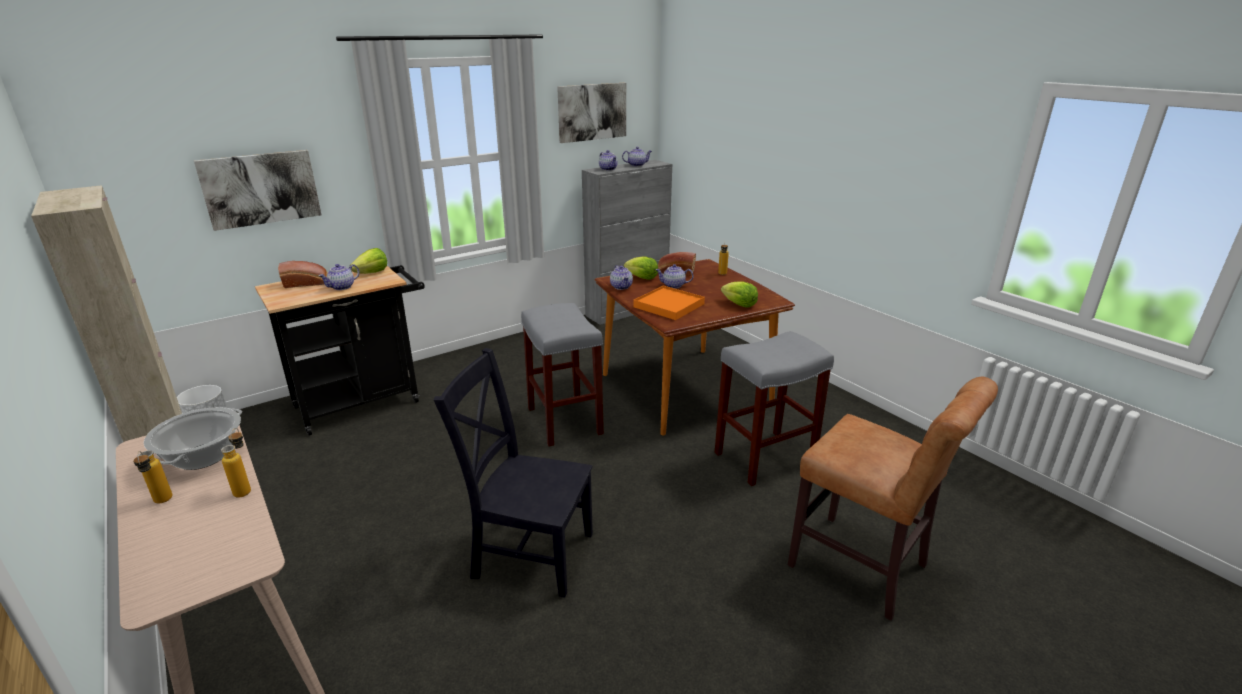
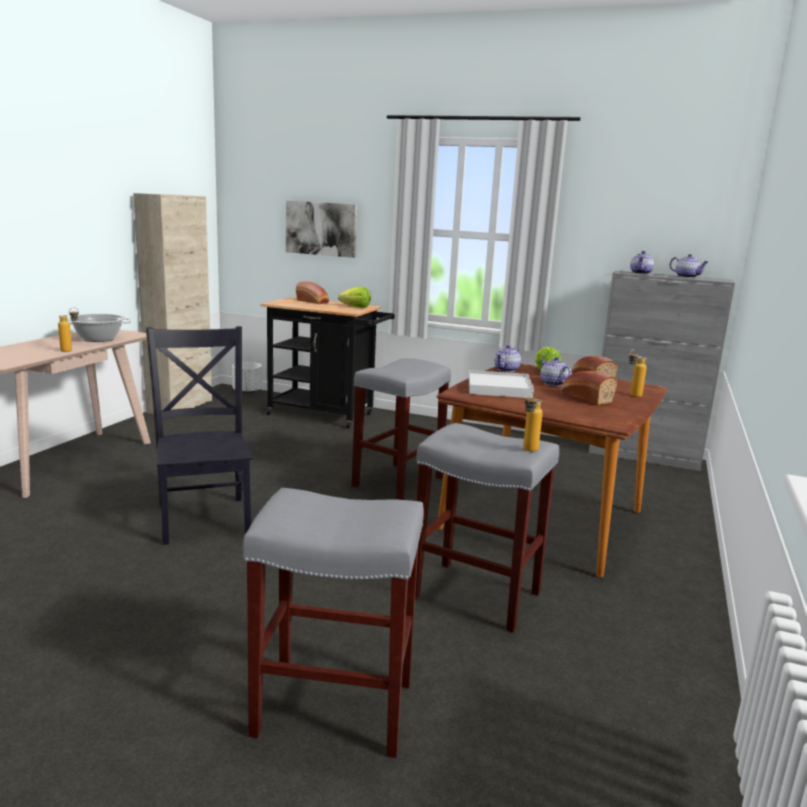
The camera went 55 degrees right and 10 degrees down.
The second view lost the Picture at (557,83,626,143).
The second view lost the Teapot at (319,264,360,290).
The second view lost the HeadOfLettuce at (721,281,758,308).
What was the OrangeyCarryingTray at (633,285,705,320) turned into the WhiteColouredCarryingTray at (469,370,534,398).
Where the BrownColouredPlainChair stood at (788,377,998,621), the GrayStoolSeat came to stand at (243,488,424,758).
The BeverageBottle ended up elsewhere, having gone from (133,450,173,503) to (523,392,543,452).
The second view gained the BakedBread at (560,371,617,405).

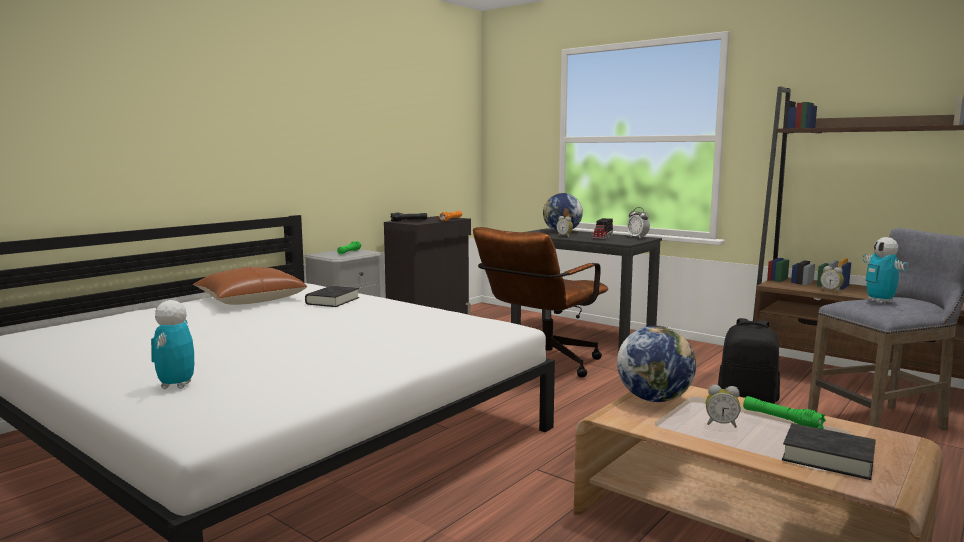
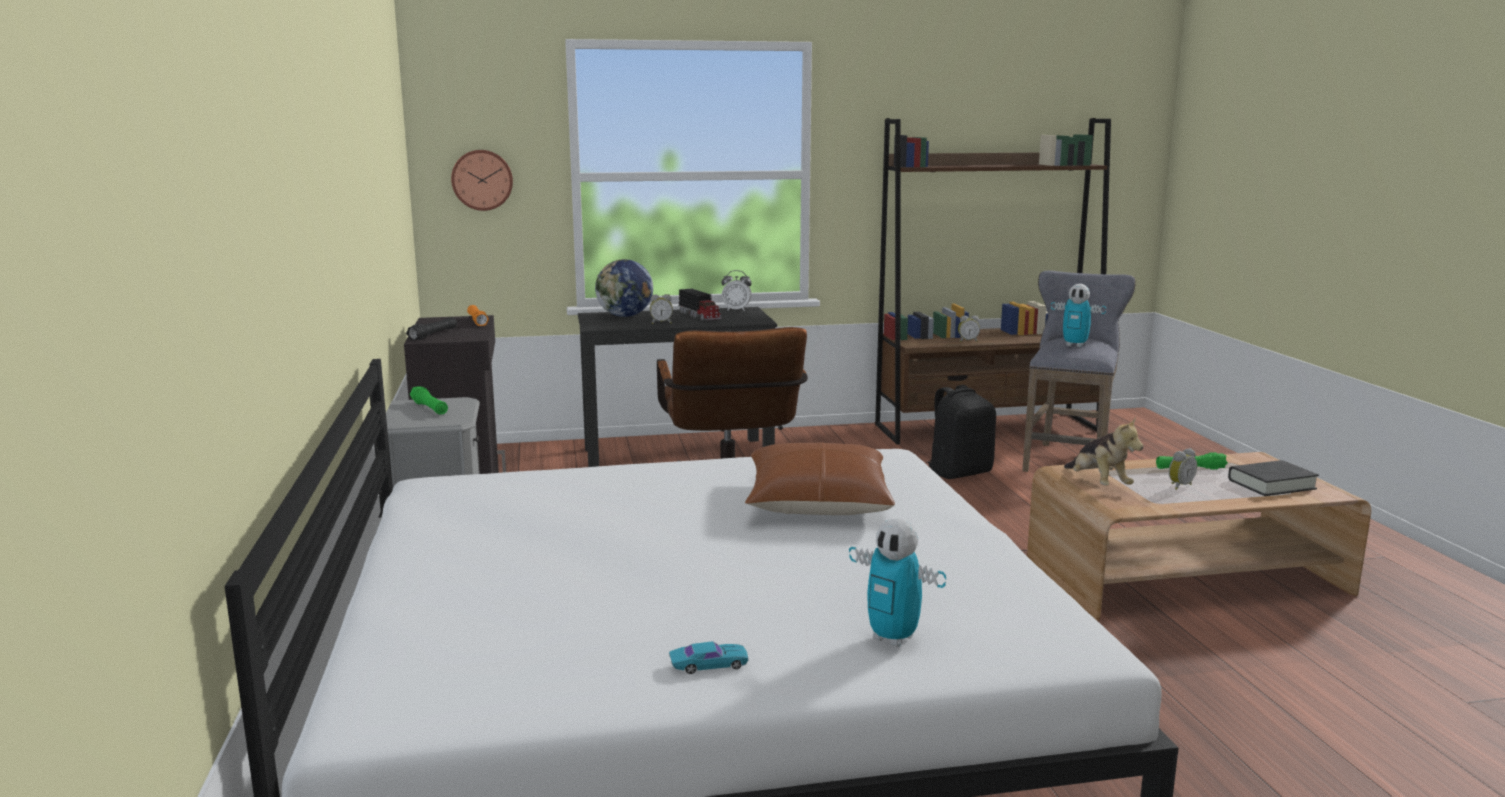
The camera went 50 degrees left and 5 degrees up.
The BrownColouredThrowPillow ended up elsewhere, having gone from (193,267,307,305) to (745,442,895,515).
The second view lost the BlackishBook at (305,286,359,307).
Where the WorldGlobe stood at (617,326,696,402), the SoftToy came to stand at (1064,416,1144,485).
The second view gained the ClockOnTheWall at (451,150,513,211).
The second view gained the BlueGreenModelCar at (669,641,748,674).

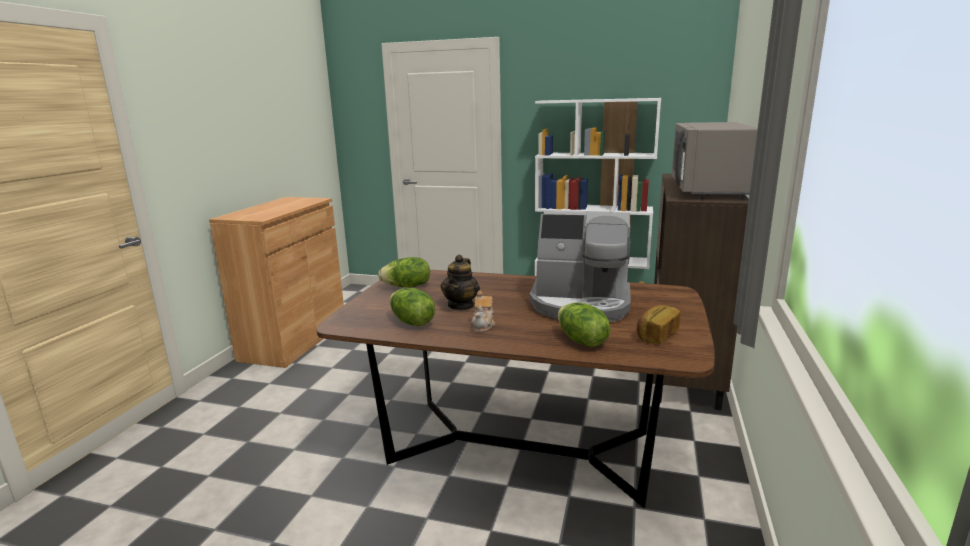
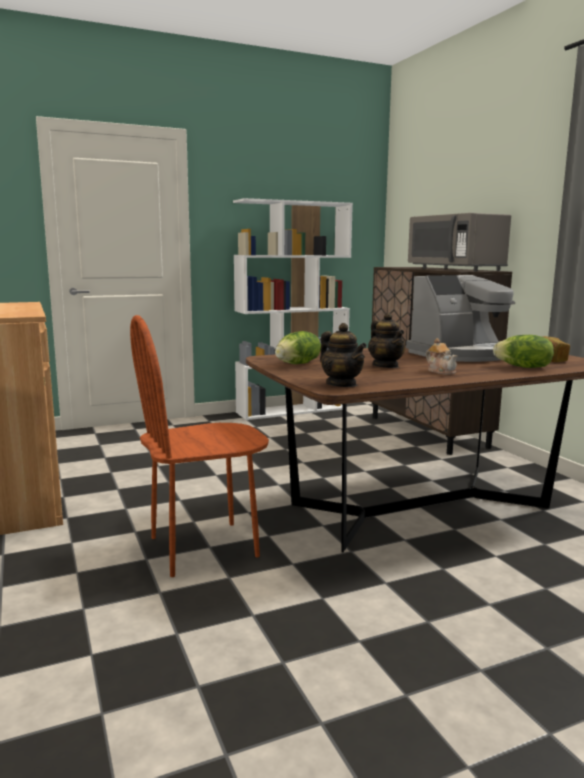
The camera went 40 degrees left and 5 degrees down.
The second view lost the HeadOfLettuce at (389,288,435,326).
The second view gained the BrownColouredPlainChair at (130,315,269,577).
The second view gained the Teapot at (320,323,367,387).

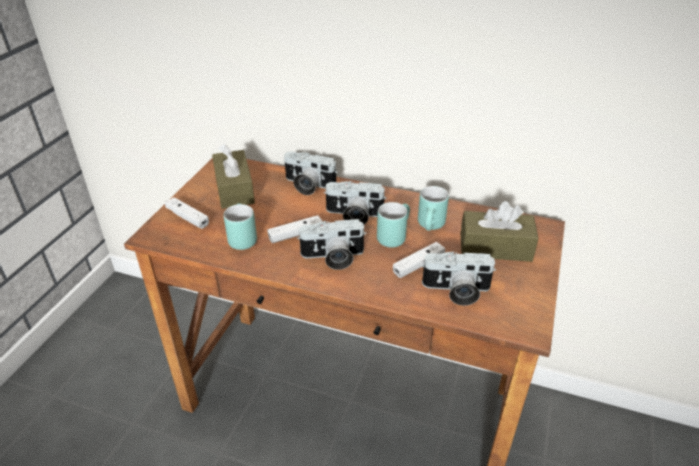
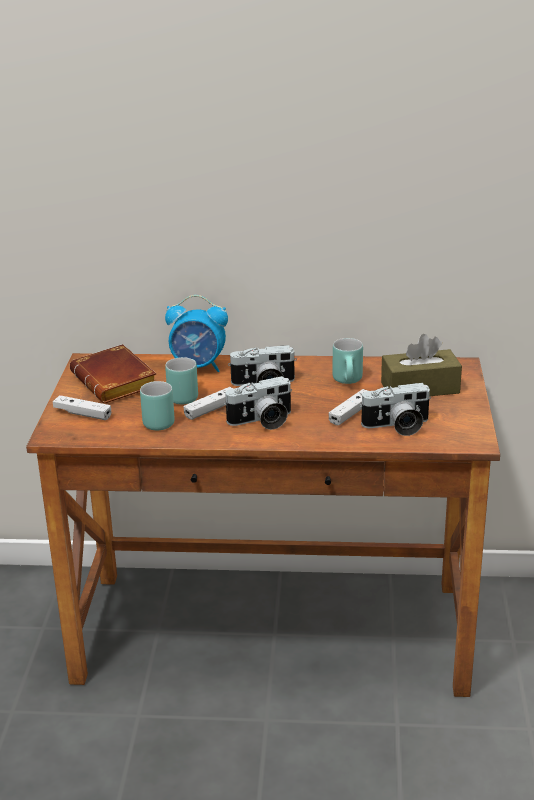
The camera went 15 degrees left and 10 degrees down.
Where the BrownColouredTissueBox stood at (212,144,255,209), the BrownColouredBook came to stand at (70,344,157,403).
Where the StillCamera stood at (283,152,338,195), the BedsideClock came to stand at (165,295,228,372).
The BlueGreenMug ended up elsewhere, having gone from (377,202,410,248) to (165,357,198,405).

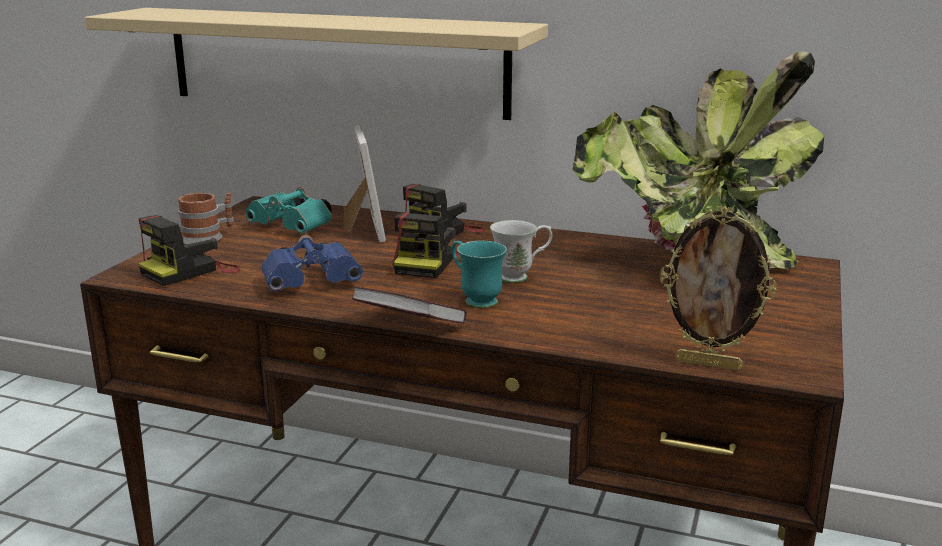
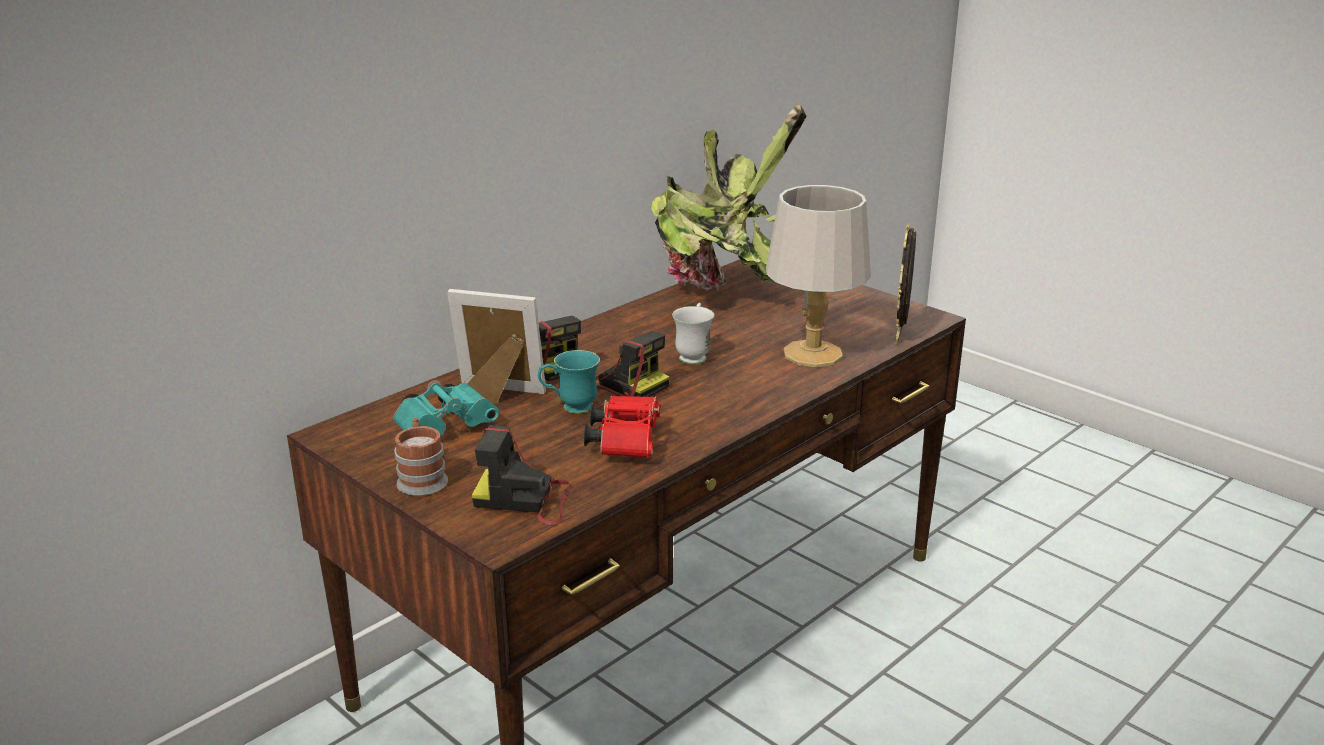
The camera went 65 degrees left and 5 degrees up.
The second view lost the SandColouredShelf at (85,8,548,120).
The PhotoFrame at (660,206,776,371) ended up facing another way, 150 degrees clockwise from before.
The StillCamera at (138,215,240,286) ended up facing another way, 120 degrees clockwise from before.
What was the BlueColouredPairOfBinoculars at (261,235,363,291) turned into the RedPairOfBinoculars at (584,396,660,458).
The BlueGreenMug ended up elsewhere, having gone from (452,241,507,308) to (538,350,600,414).
The second view lost the Book at (352,286,467,324).
The second view gained the GrayTableLamp at (766,185,871,367).

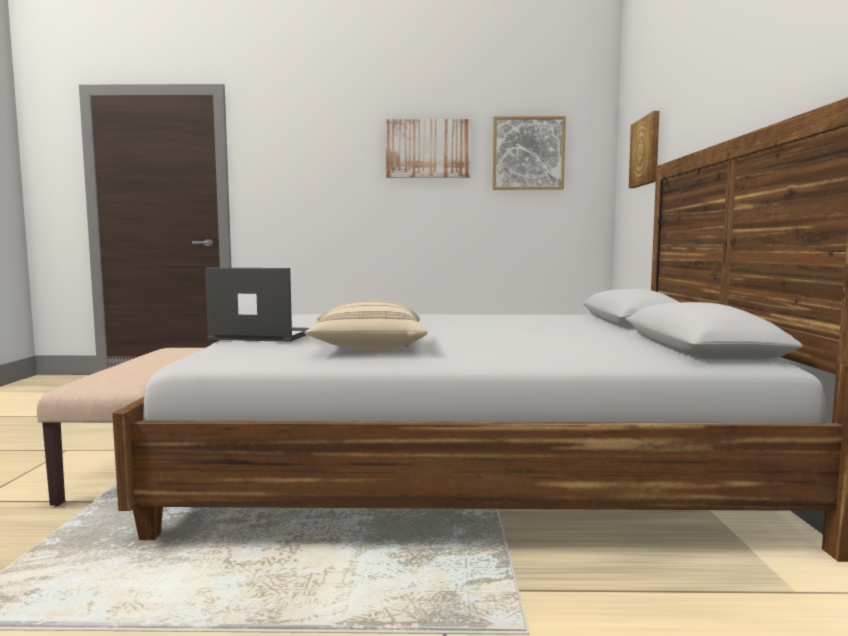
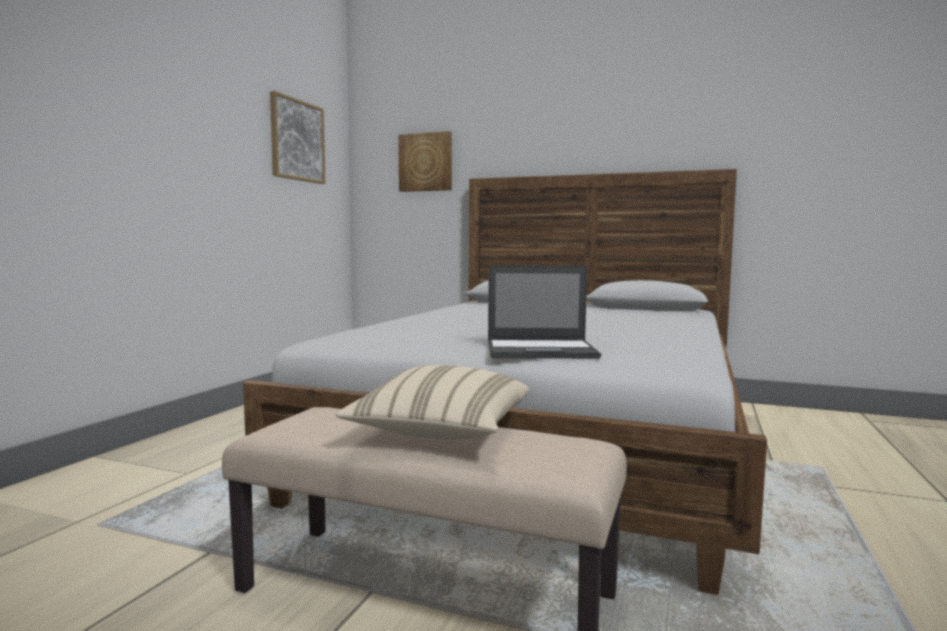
The camera went 70 degrees left and 0 degrees up.
The second view lost the Picture at (386,119,471,178).
The Laptop at (205,268,309,342) ended up facing another way, 120 degrees counterclockwise from before.
The SandColouredThrowPillow ended up elsewhere, having gone from (305,301,428,350) to (336,365,529,440).

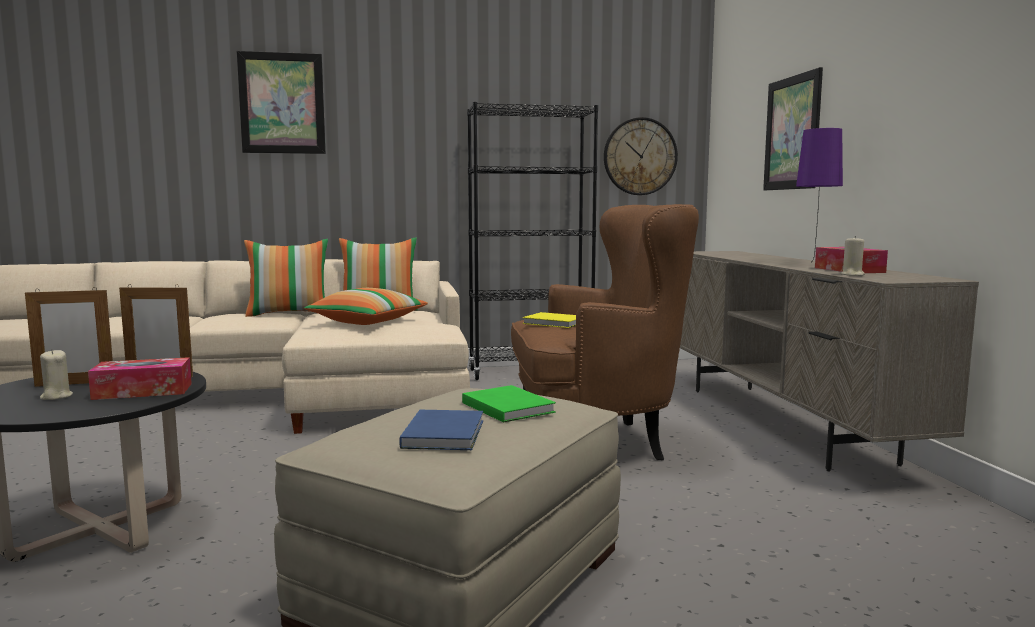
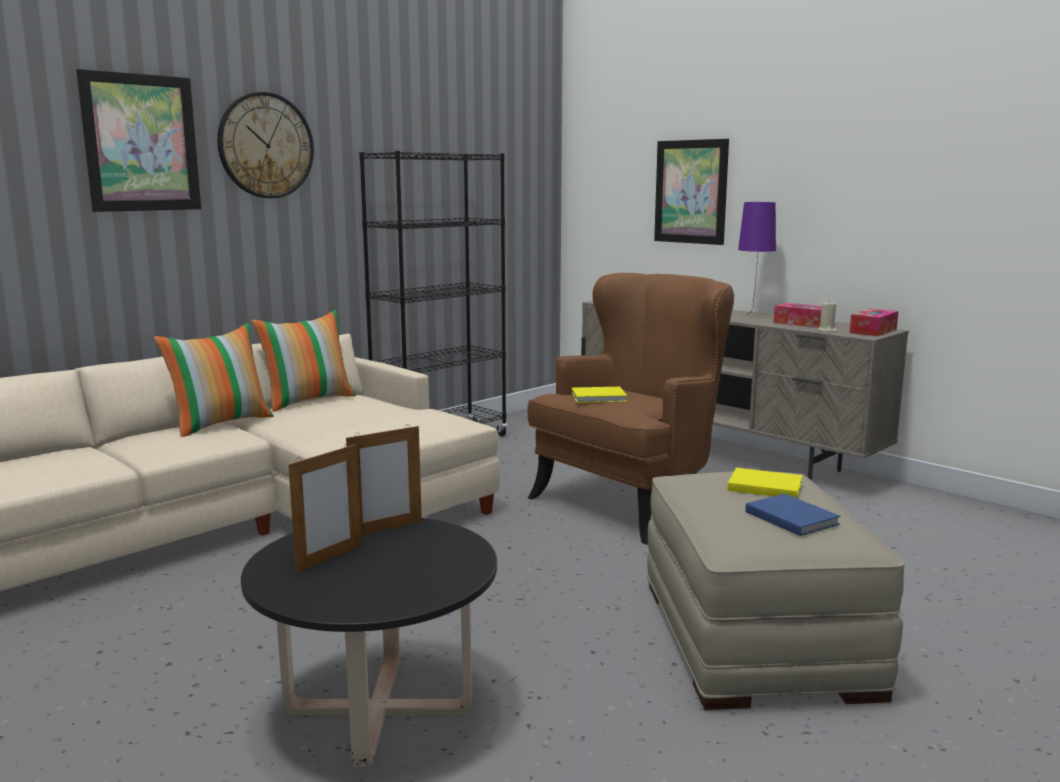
The camera went 35 degrees left and 5 degrees up.
The ClockOnTheWall ended up elsewhere, having gone from (604,117,678,195) to (217,92,314,198).
The second view lost the ThrowPillow at (304,288,428,325).
The second view lost the SandColouredWaxCandle at (40,349,73,400).
The TissueBox ended up elsewhere, having gone from (88,357,192,400) to (849,309,898,336).
What was the GreenColouredBook at (462,385,556,423) turned into the YellowColouredBook at (727,468,802,498).

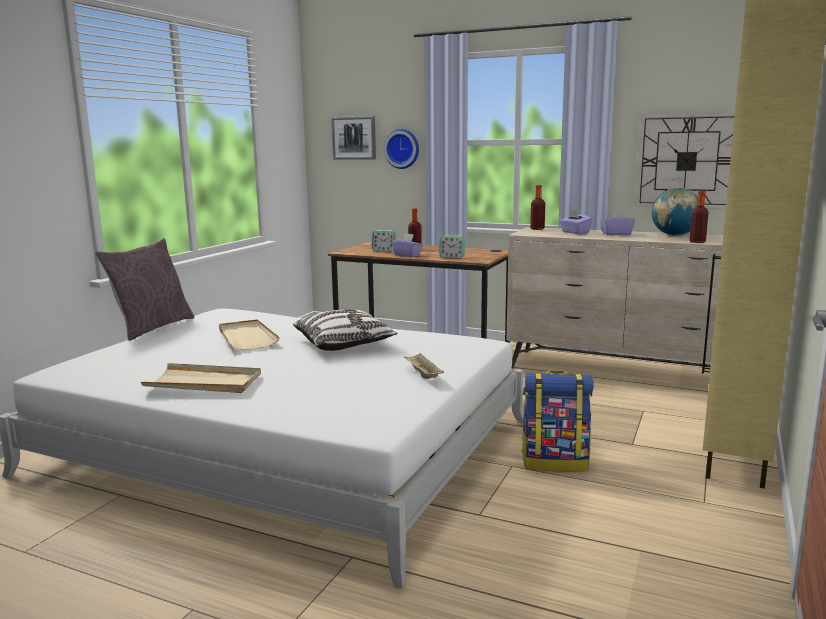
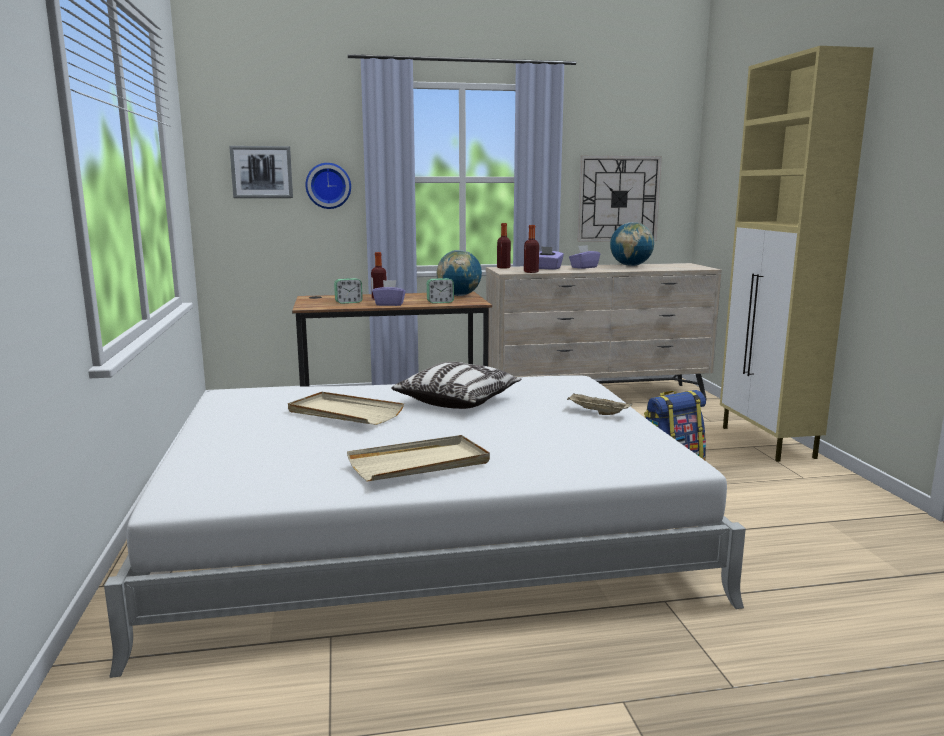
The camera went 35 degrees left and 0 degrees up.
The BeverageBottle ended up elsewhere, having gone from (689,191,709,243) to (524,225,539,273).
The second view lost the GrayThrowPillow at (95,238,195,341).
The second view gained the WorldGlobe at (437,250,482,296).

